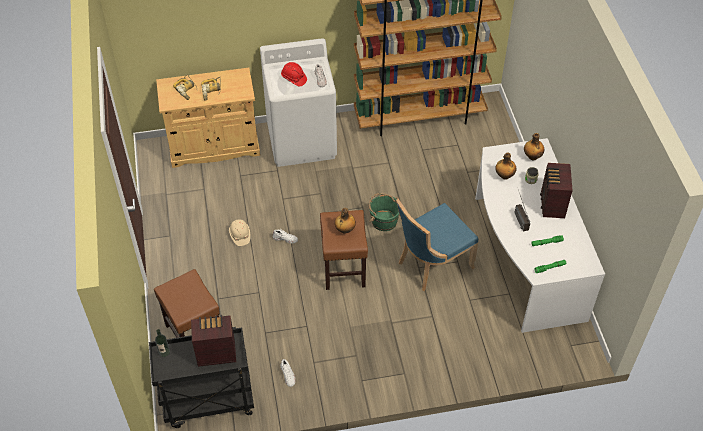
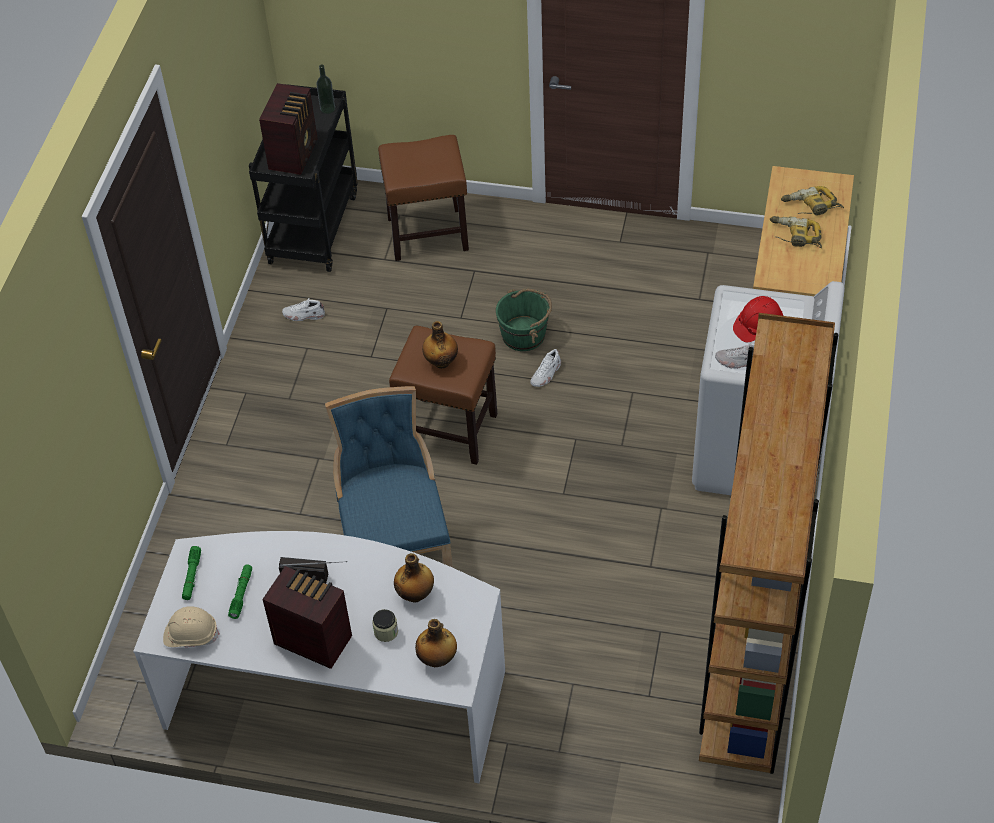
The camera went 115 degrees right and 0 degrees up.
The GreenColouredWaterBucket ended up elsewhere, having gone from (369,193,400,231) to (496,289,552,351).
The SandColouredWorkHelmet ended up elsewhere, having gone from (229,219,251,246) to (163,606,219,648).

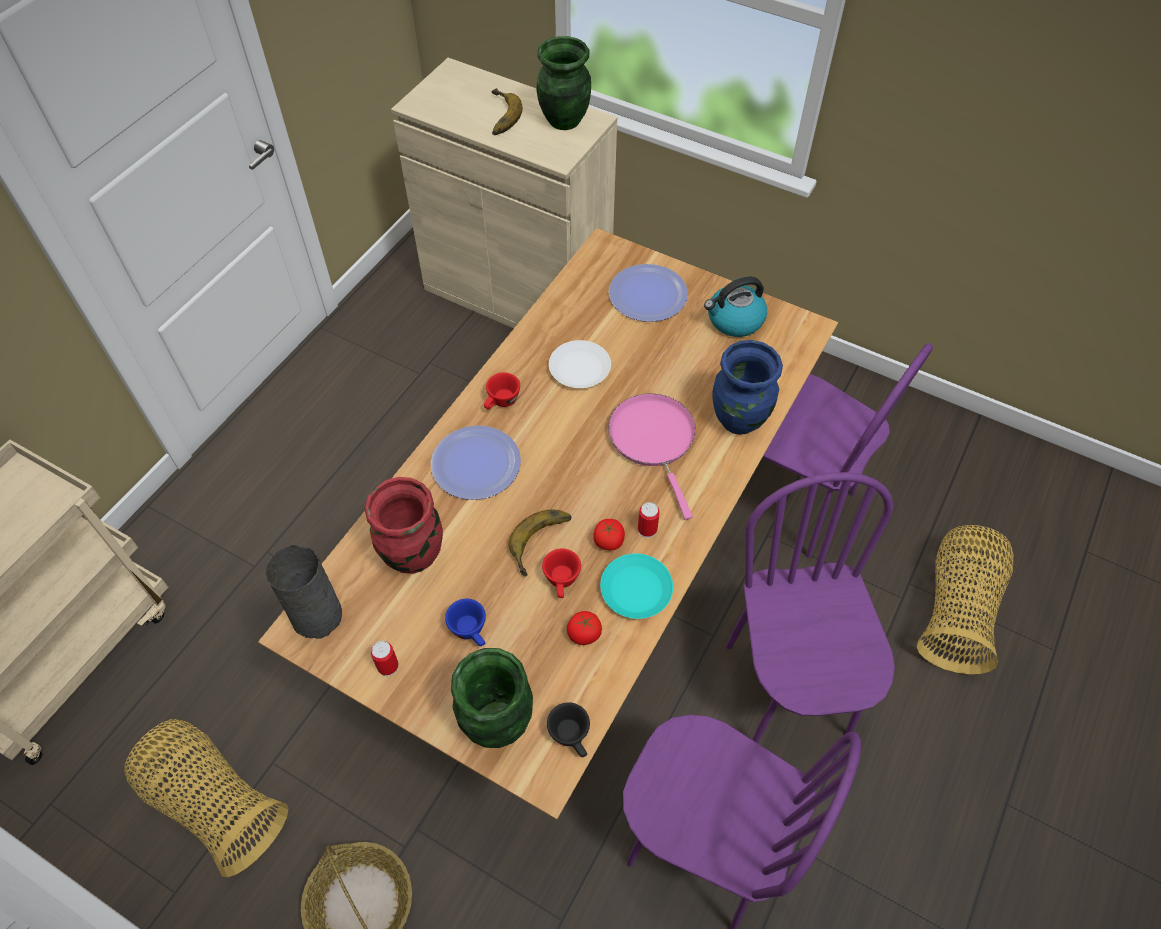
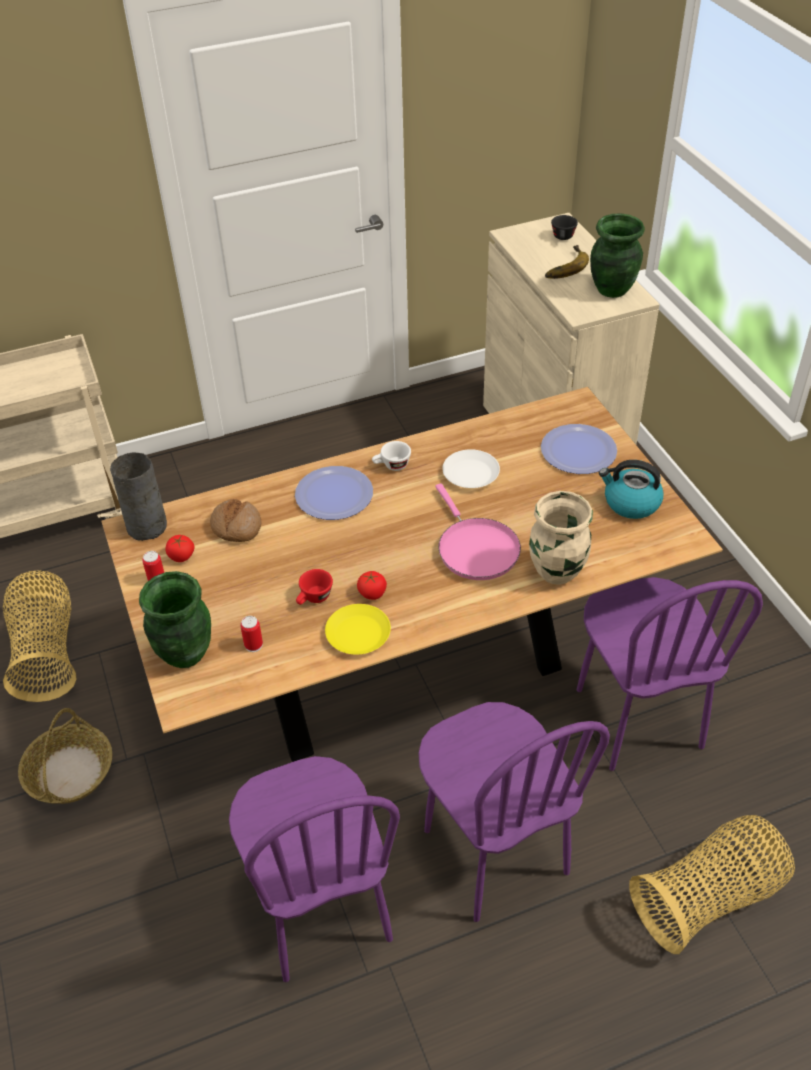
The camera went 40 degrees right and 10 degrees down.
What was the BlueColouredDecorativeVase at (712,340,783,435) turned into the SandColouredDecorativeVase at (529,491,593,585).
What was the RedCup at (484,372,520,409) turned into the WhiteColouredCup at (372,441,411,471).
The PinkColouredPan at (608,394,696,520) ended up facing another way, 135 degrees clockwise from before.
The PurplishPlainChair at (726,472,895,743) ended up facing another way, 120 degrees clockwise from before.
Where the RedDecorativeVase stood at (365,477,443,574), the BakedBread came to stand at (210,499,262,542).
The SealedCan ended up elsewhere, having gone from (638,502,660,538) to (240,616,263,652).
The second view lost the BananaFruit at (509,510,571,577).
What was the BlueGreenDinnerPlate at (600,553,673,619) turned into the YellowColouredDinnerPlate at (325,604,391,655).
The second view lost the BlueColouredCup at (445,599,486,646).
The FreshTomato ended up elsewhere, having gone from (567,611,602,645) to (165,535,194,562).
The BlackishCup ended up elsewhere, having gone from (547,702,590,757) to (551,215,578,240).

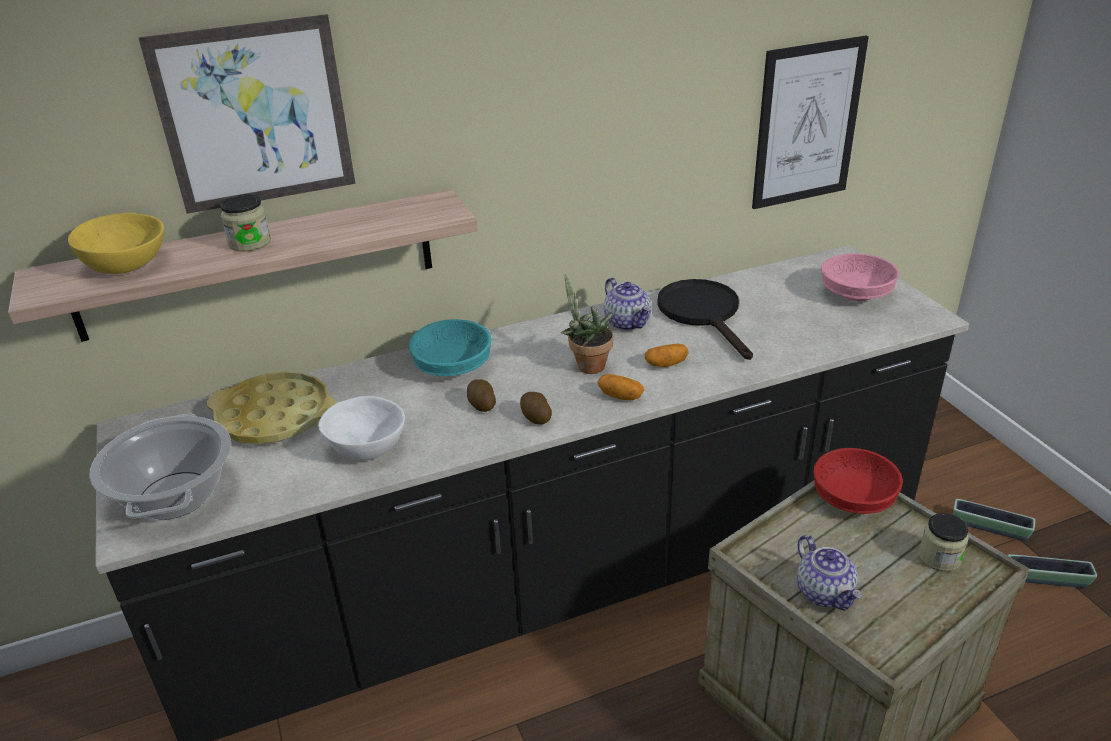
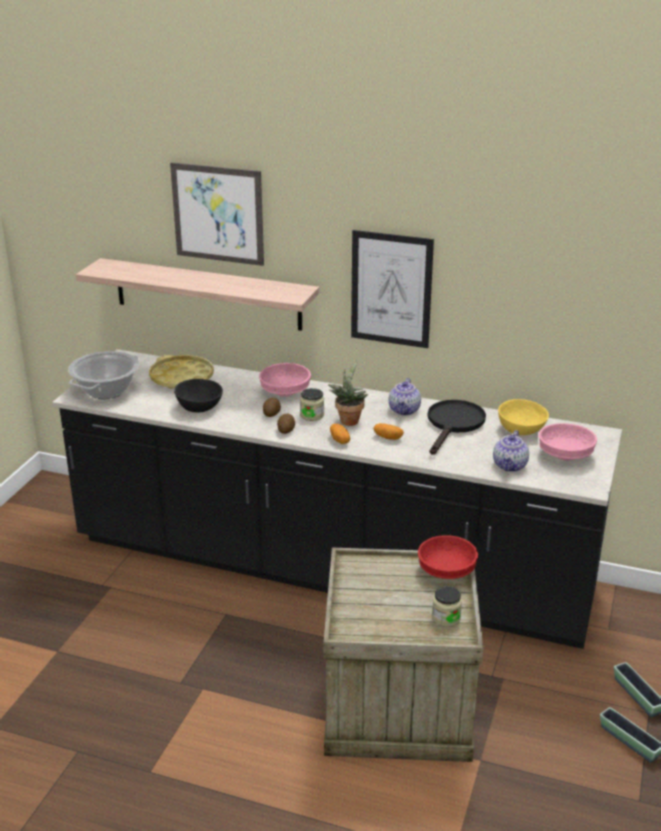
The camera went 40 degrees right and 5 degrees down.
The Picture ended up elsewhere, having gone from (752,36,869,209) to (351,230,434,348).
The StorageJar ended up elsewhere, having gone from (220,194,271,252) to (300,388,324,421).
The YellowColouredServingBowl ended up elsewhere, having gone from (68,213,164,274) to (498,399,549,435).
What was the BlueGreenServingBowl at (409,319,491,376) turned into the PinkColouredServingBowl at (259,363,311,396).
What was the WhiteColouredServingBowl at (318,396,405,461) turned into the BlackishServingBowl at (174,379,223,413).
The Teapot ended up elsewhere, having gone from (797,535,862,611) to (493,430,529,472).

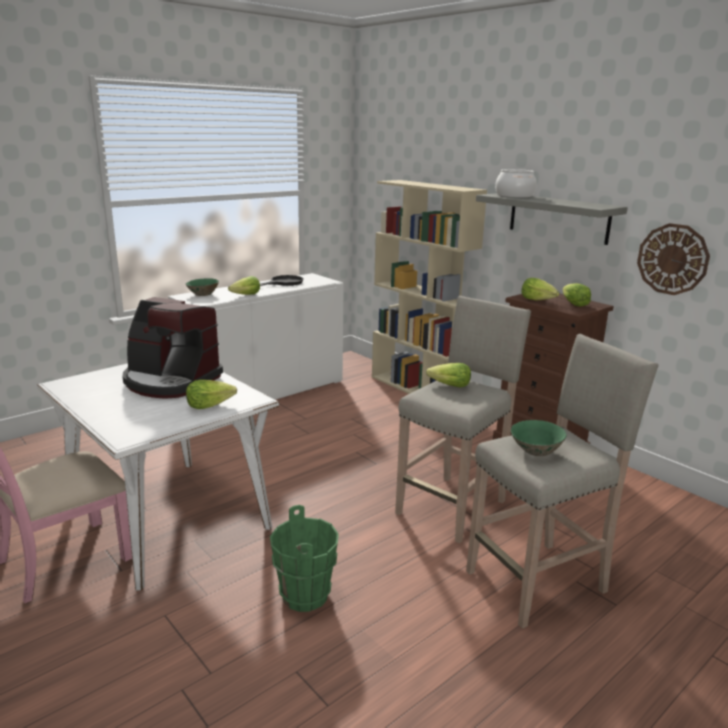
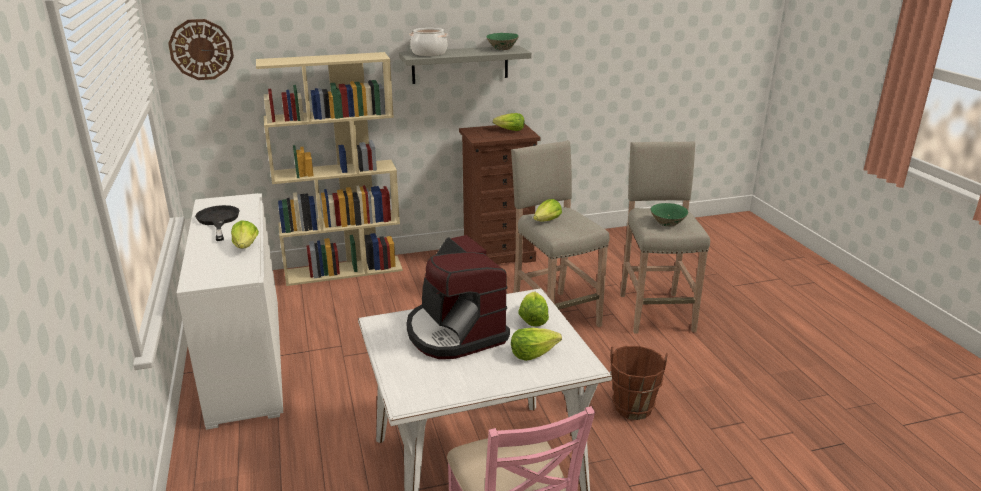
The camera went 65 degrees left and 5 degrees up.
The ClockOnTheWall ended up elsewhere, having gone from (637,223,710,295) to (168,19,234,80).
The GreenColouredServingBowl ended up elsewhere, having gone from (186,278,219,296) to (486,33,519,50).
The HeadOfLettuce ended up elsewhere, having gone from (521,278,559,300) to (511,328,562,361).
The CoffeeBrewer at (122,297,223,399) ended up facing another way, 105 degrees clockwise from before.
What was the GreenColouredWaterBucket at (270,505,339,612) turned into the BrownColouredWaterBucket at (610,346,668,420).

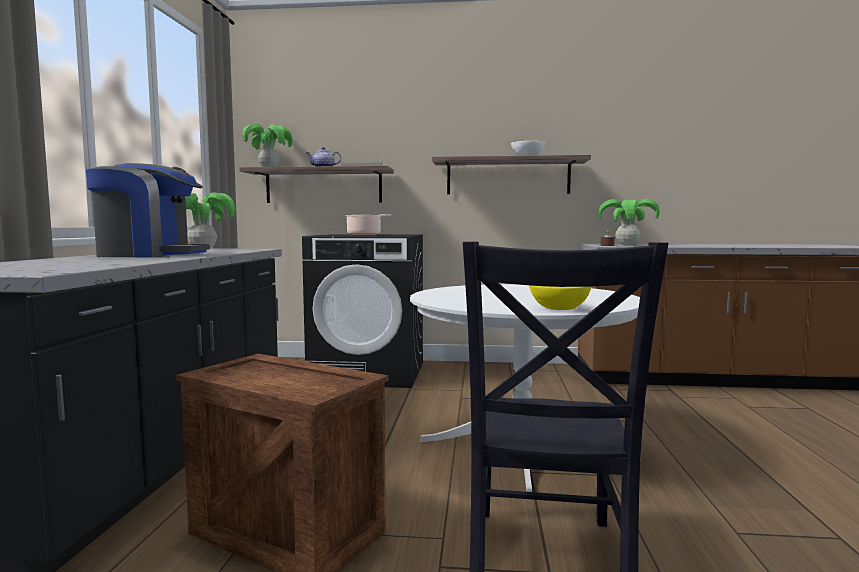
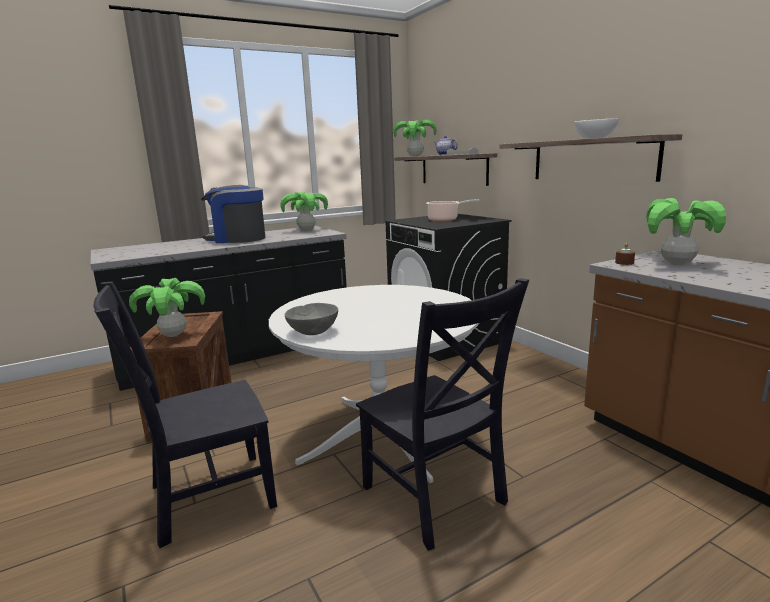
The camera went 55 degrees right and 10 degrees up.
The CoffeeBrewer at (86,163,210,257) ended up facing another way, 135 degrees clockwise from before.
What was the YellowColouredServingBowl at (529,285,592,310) turned into the GrayServingBowl at (285,303,338,335).
The second view gained the PottedPlant at (129,278,205,337).
The second view gained the BlackishPlainChair at (356,278,529,551).

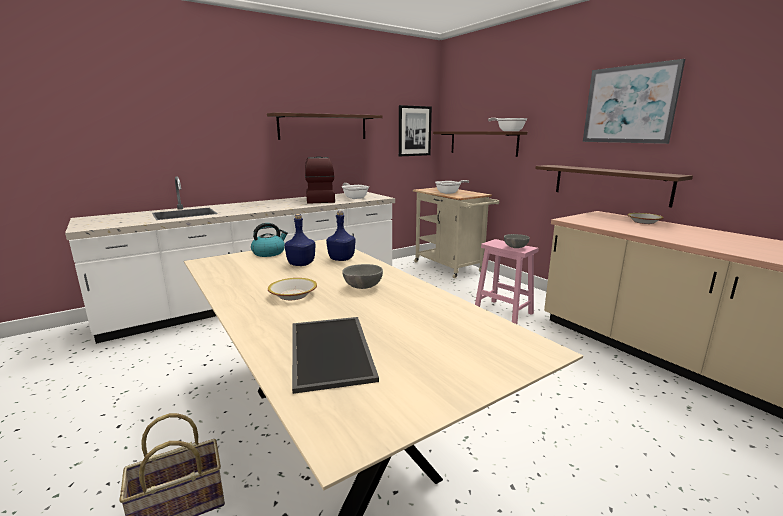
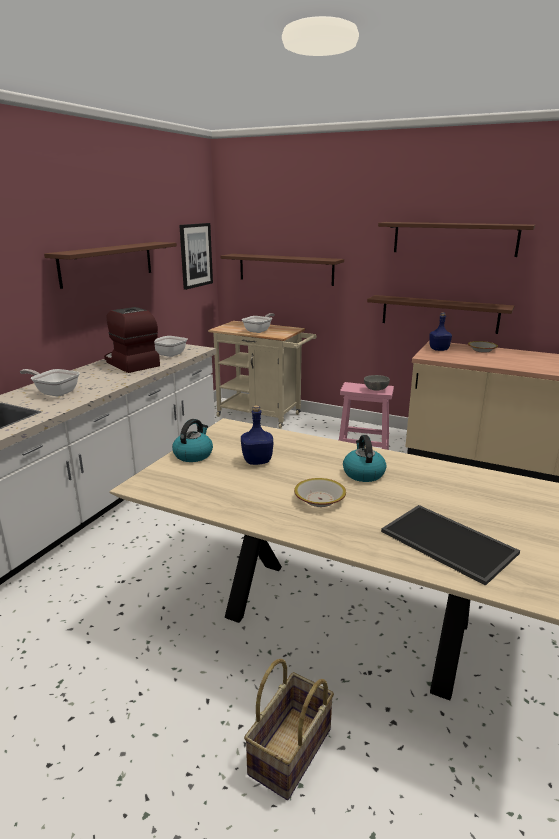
The camera went 30 degrees left and 5 degrees up.
Where the Picture hung at (583,59,685,144), the BrownColouredShelf came to hang at (378,222,535,257).
The Pan ended up elsewhere, having gone from (488,118,527,131) to (20,369,80,397).
The BlueColouredBeverageBottle ended up elsewhere, having gone from (326,211,355,261) to (429,313,452,351).
Where the GrayServingBowl stood at (342,264,383,289), the WaterKettle came to stand at (343,435,386,482).

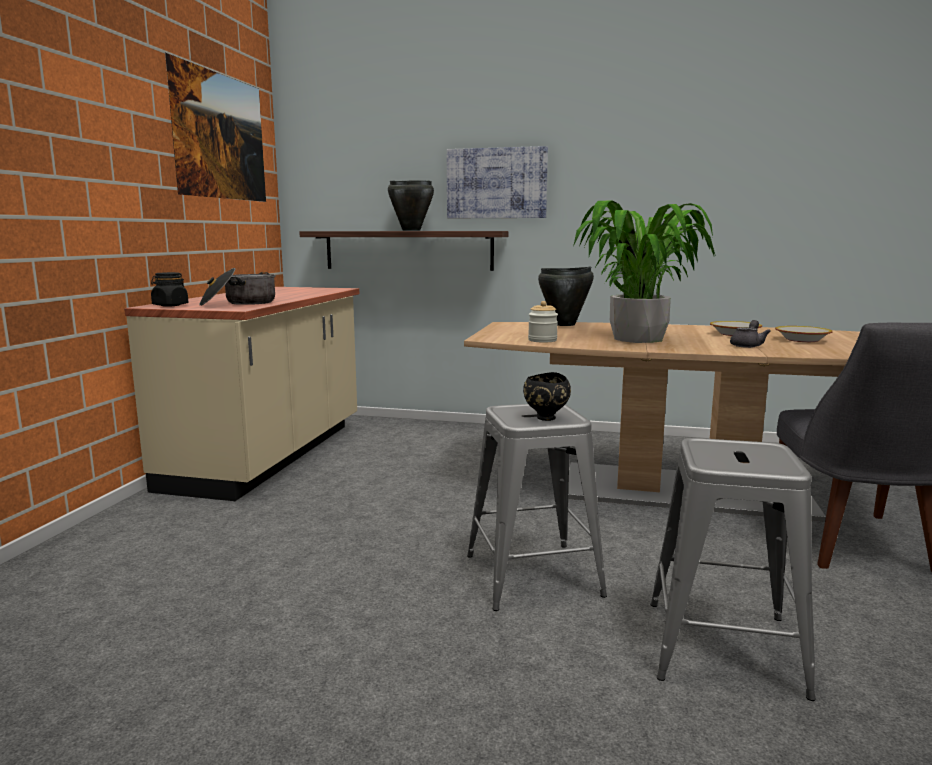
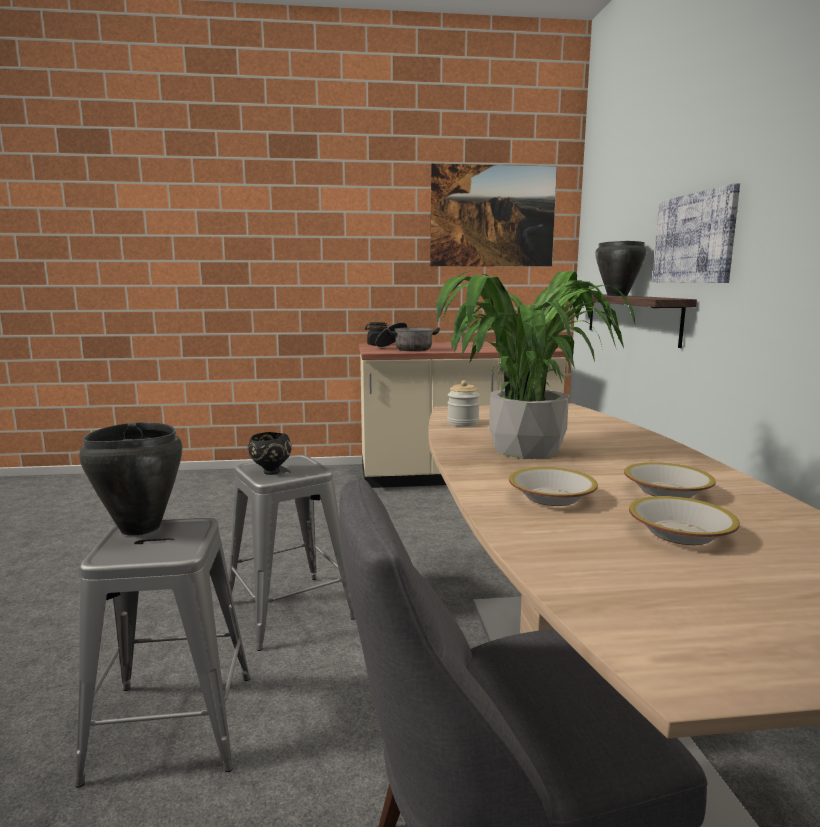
The camera went 70 degrees right and 0 degrees up.
The BlackishSaucepot ended up elsewhere, having gone from (538,266,594,326) to (79,422,183,536).
Where the GrayTeapot stood at (730,320,771,348), the ServingBowl came to stand at (509,467,598,506).

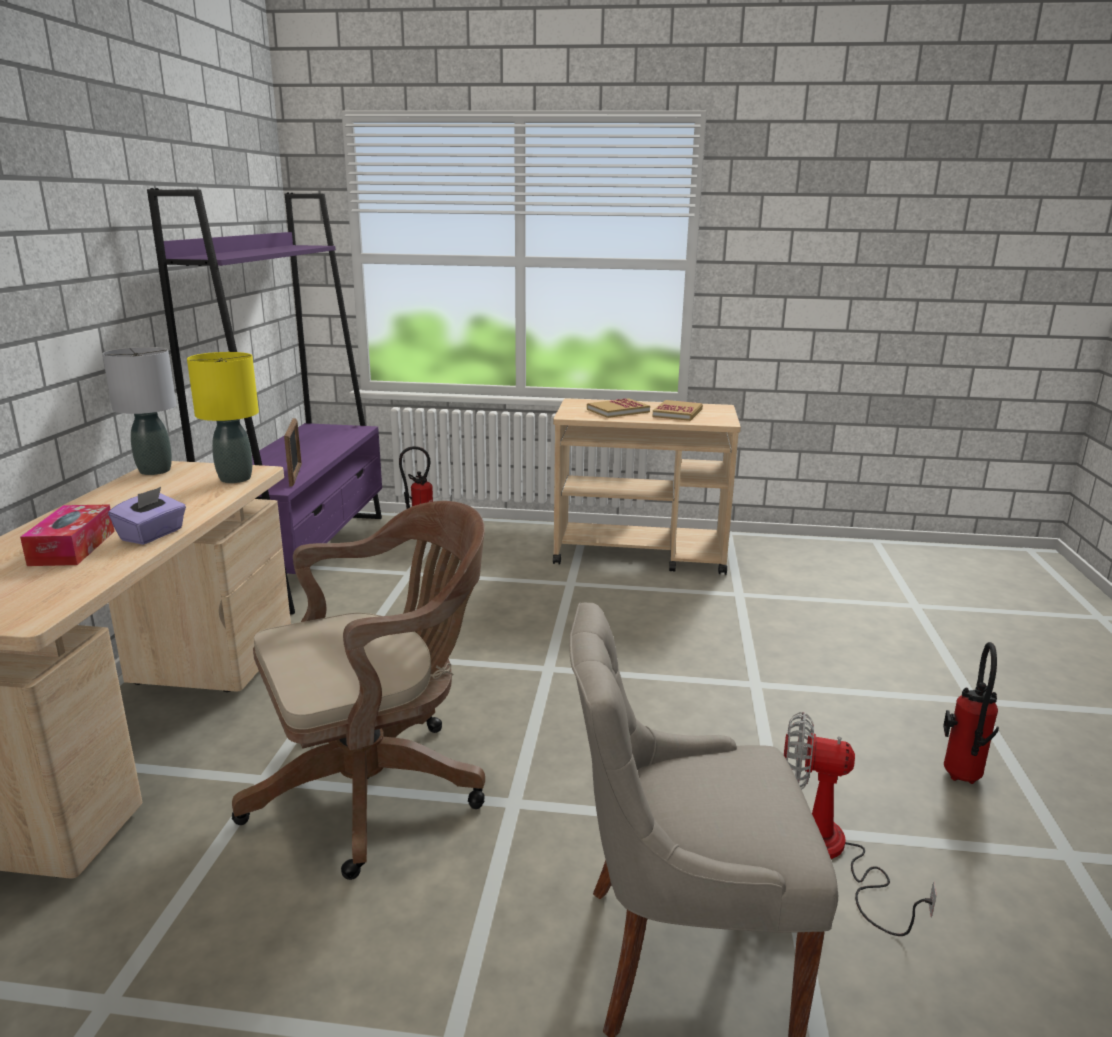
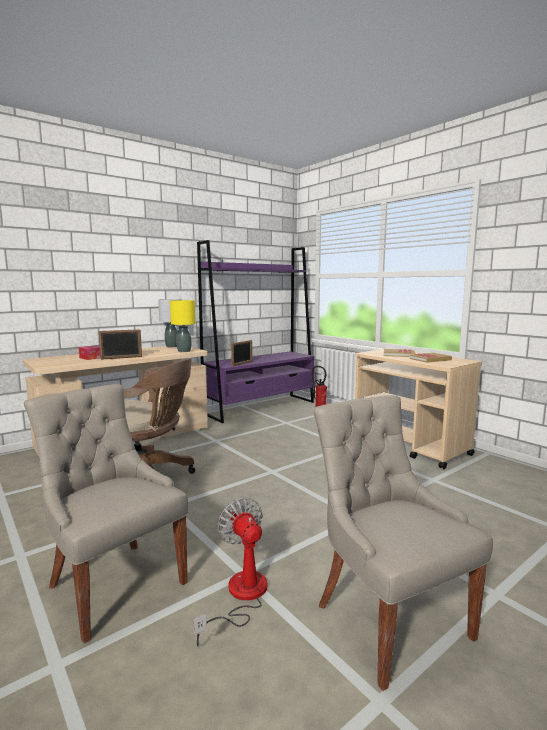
The camera went 45 degrees right and 10 degrees down.
Where the PurplishTissueBox stood at (108,487,186,545), the PhotoFrame came to stand at (99,329,142,360).
Where the FireExtinguisher stood at (943,642,999,784), the GrayPlainChair came to stand at (313,395,493,691).

